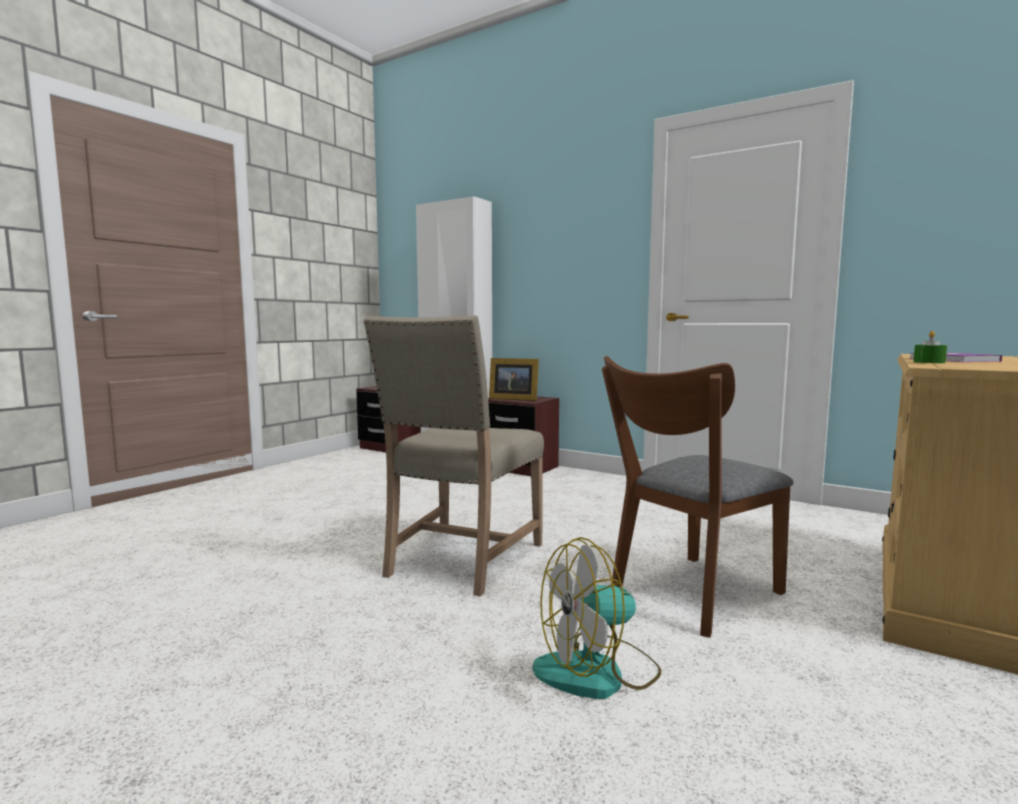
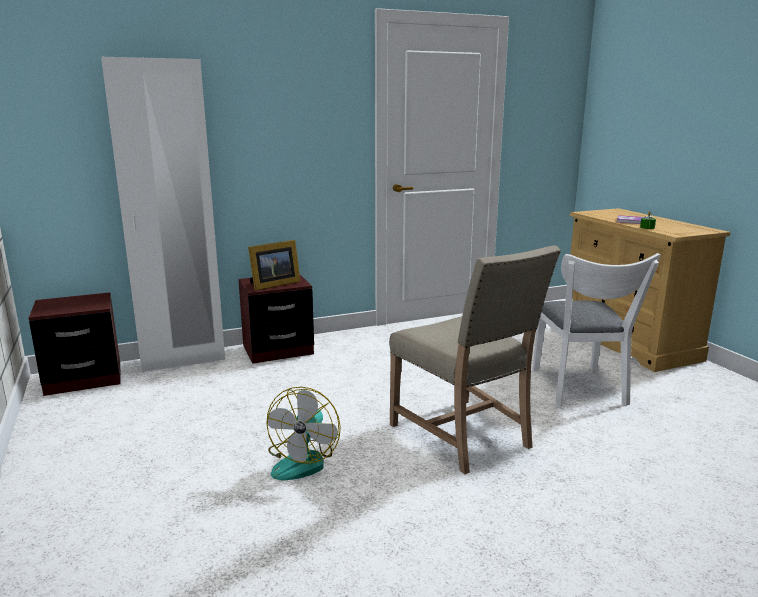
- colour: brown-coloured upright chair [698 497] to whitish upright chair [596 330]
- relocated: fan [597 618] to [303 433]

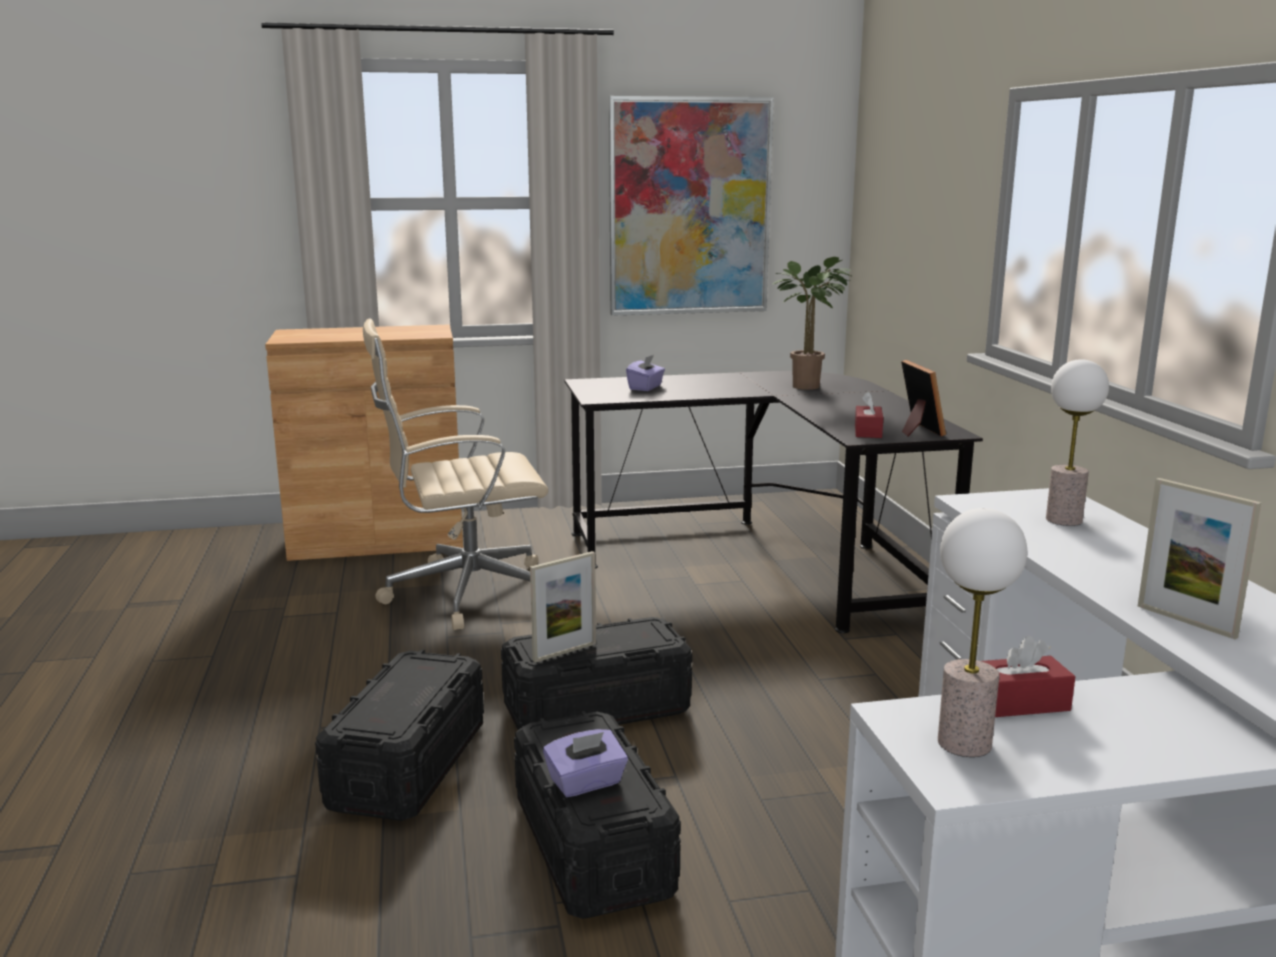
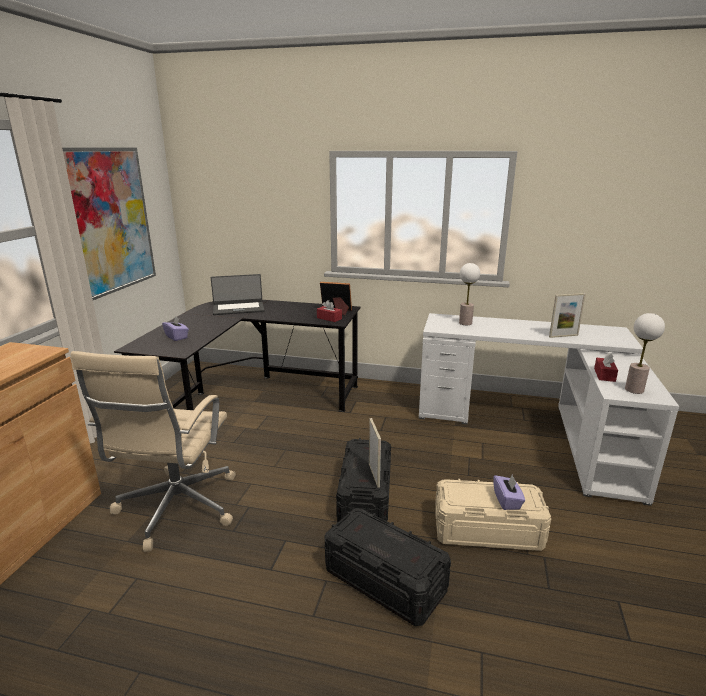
- exchanged: plant in a pot [812 323] to portable computer [238 294]
- colour: black storage bin [597 815] to beige-coloured storage bin [493 515]

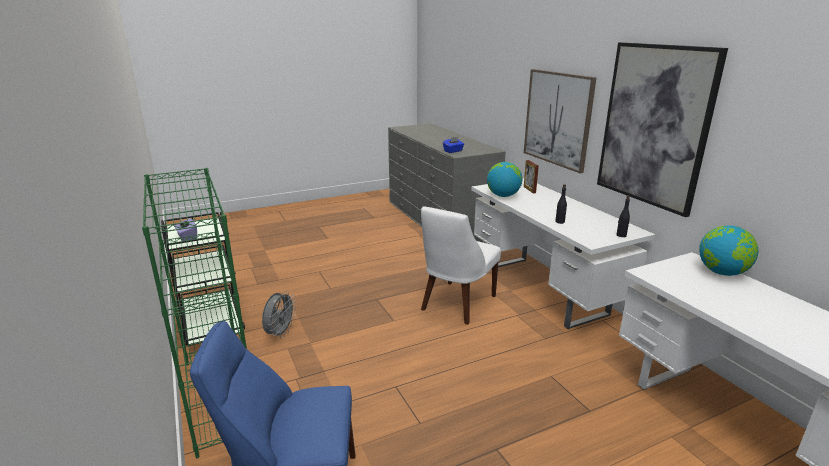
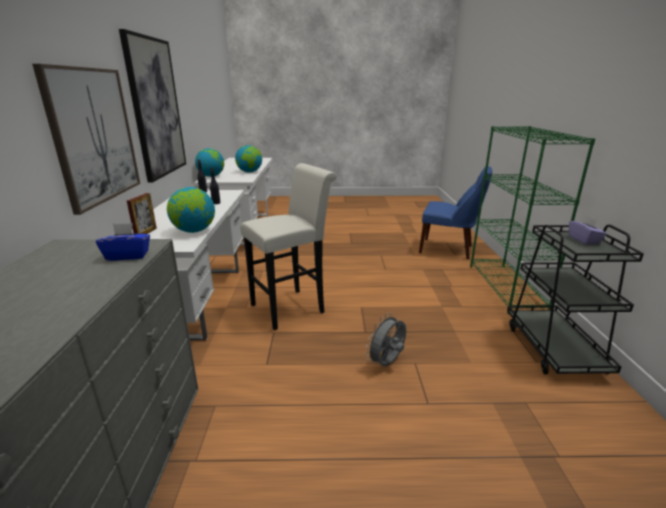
- exchanged: whitish upright chair [461 265] to whitish stool [288 246]
- relocated: gray fan [279 315] to [386 339]
- appeared: desk globe [248 159]

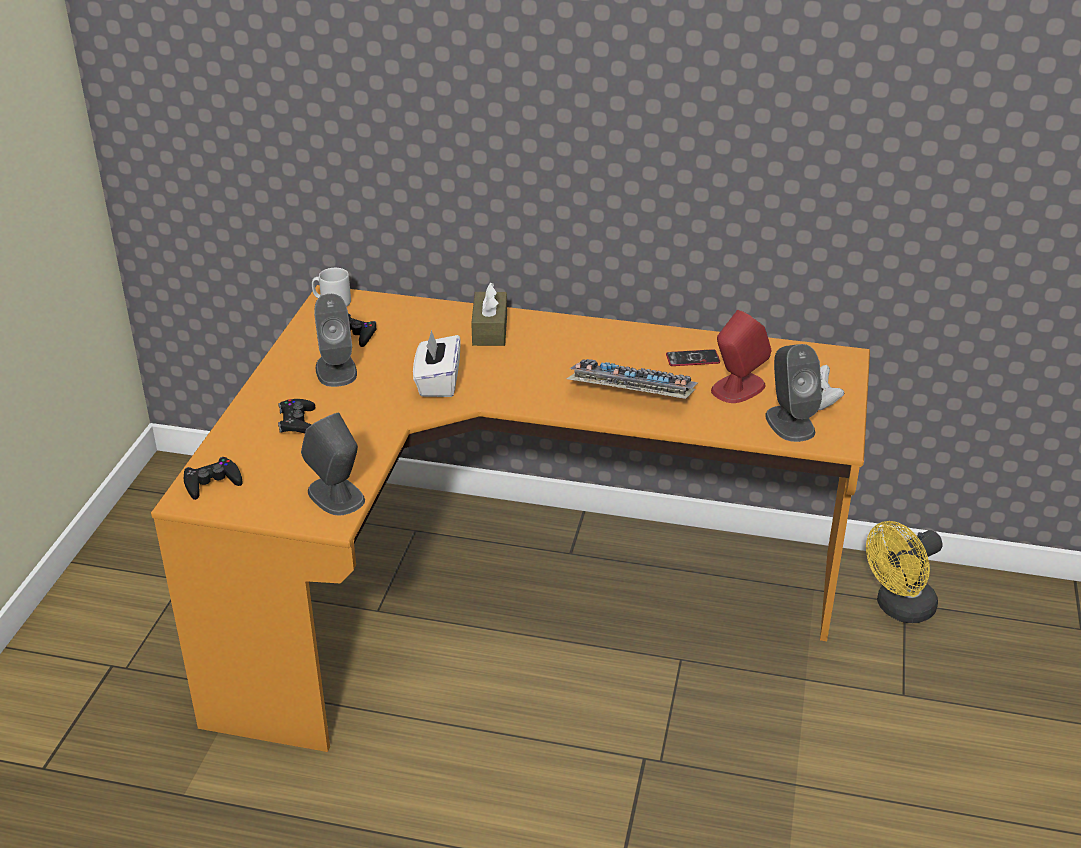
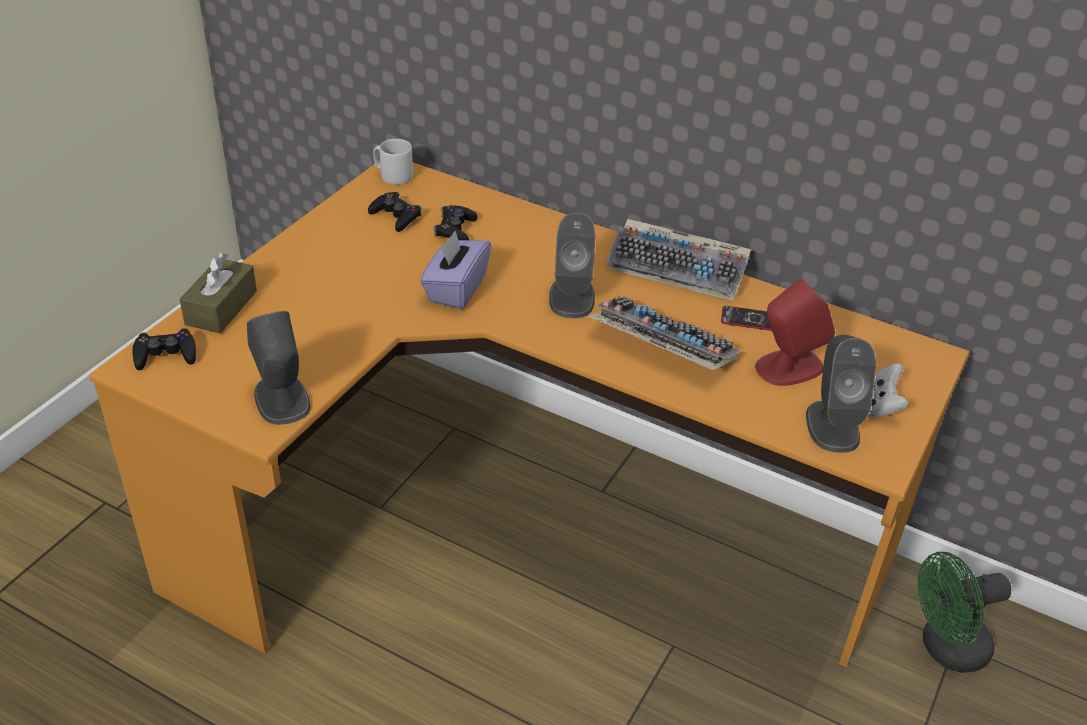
- relocated: brown-coloured tissue holder [489 314] to [218 293]
- relocated: gray audio speaker [335 340] to [572 265]
- colour: whitish tissue holder [437 363] to purplish tissue holder [455 270]
- relocated: black joypad [296 416] to [456 222]
- colour: yellow-coloured fan [904 572] to green-coloured fan [964 612]
- appeared: computer keyboard [678 260]

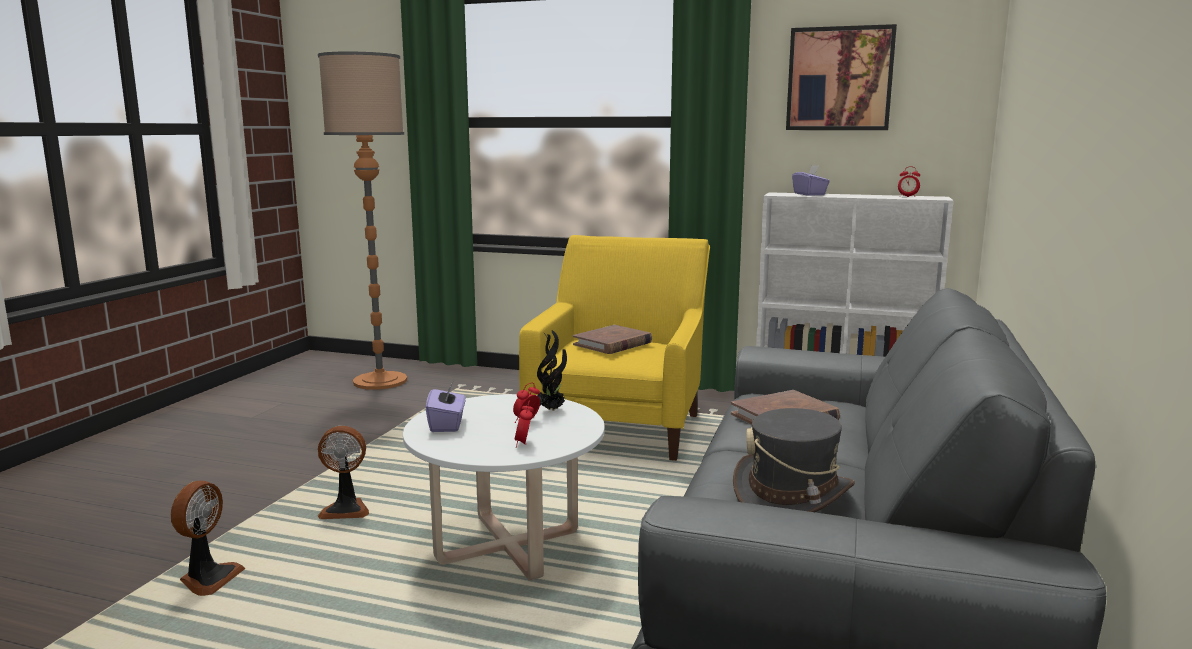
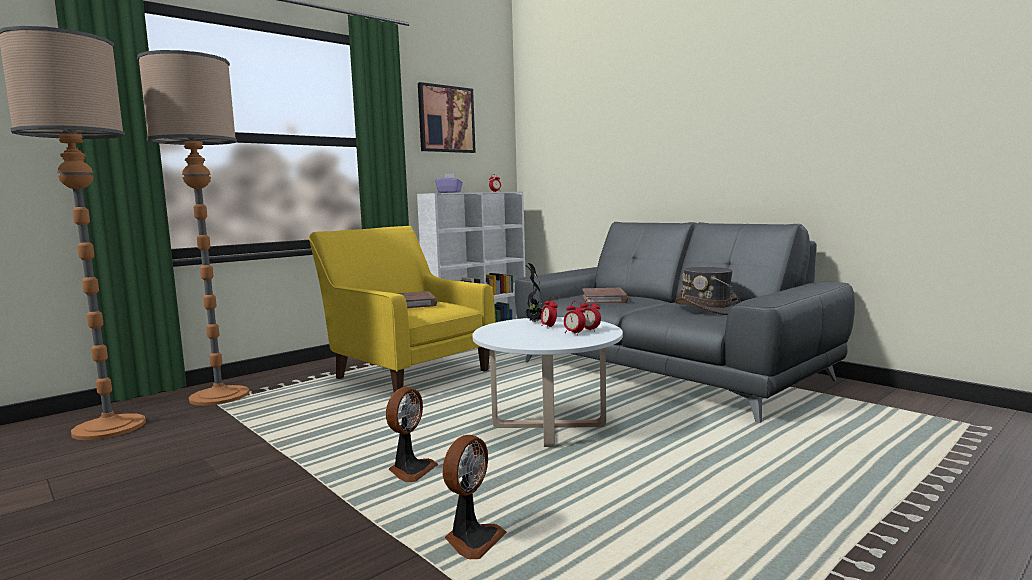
- missing: purplish tissue holder [446 407]
- spun: fan [208 538] = [475 497] 75 degrees clockwise
- appeared: floor lamp [193 228]
- appeared: bedside clock [575 318]

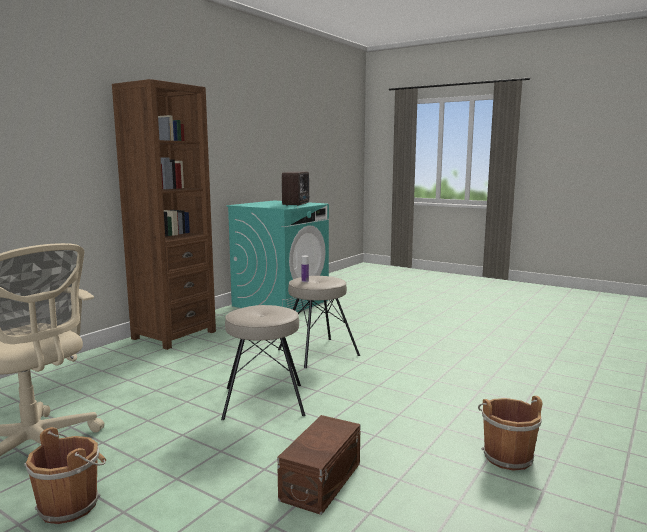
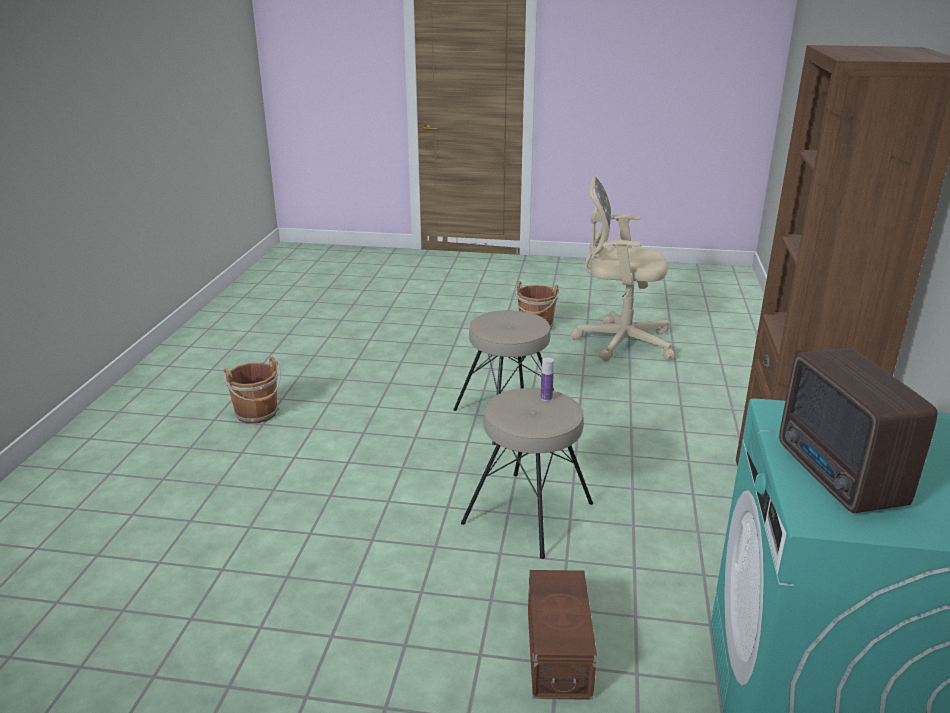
- relocated: brown-coloured storage bin [318 465] to [562 635]

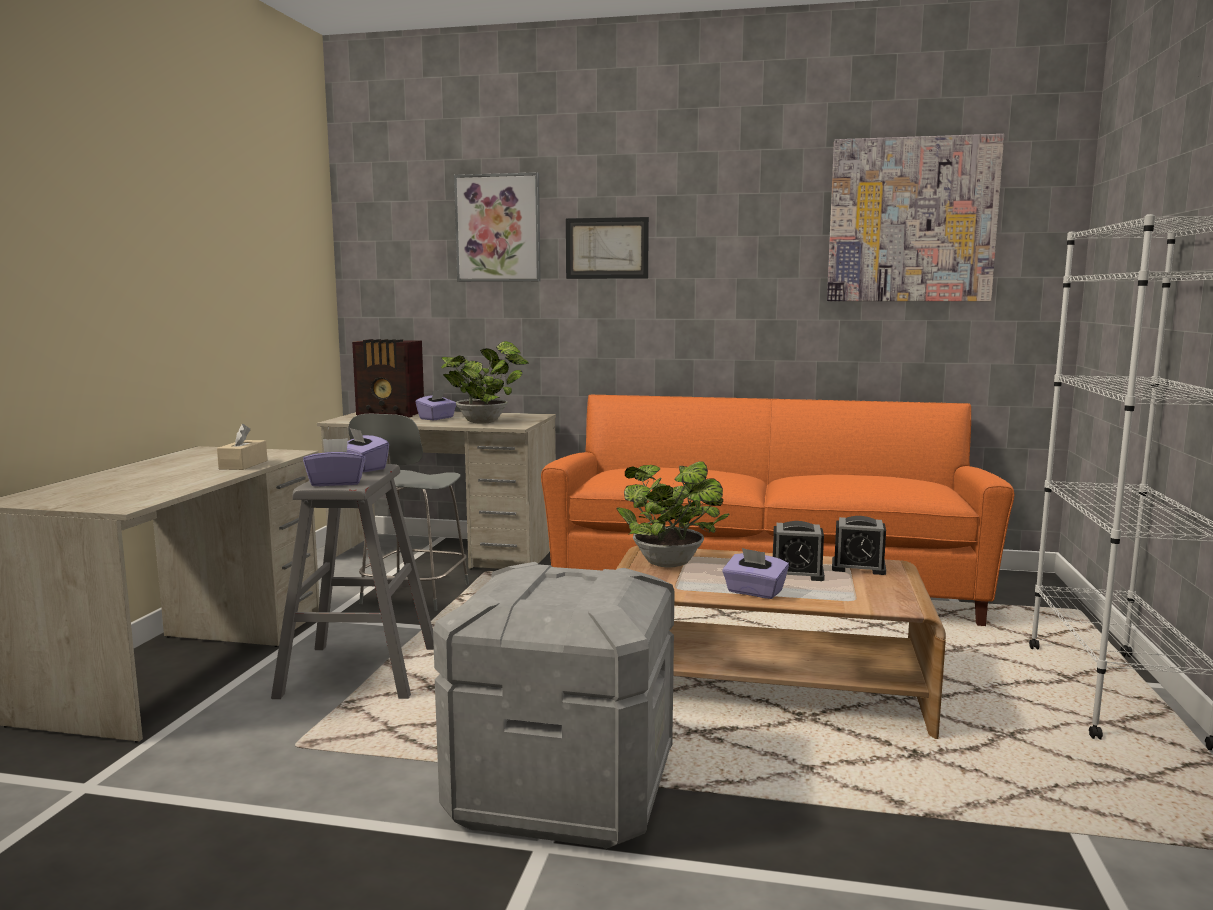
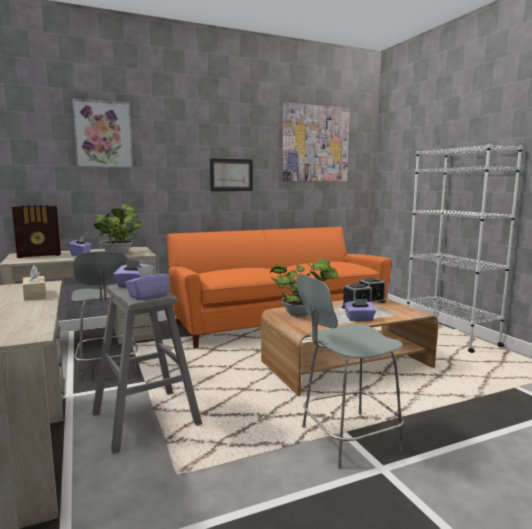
- relocated: wall art [607 248] to [231 174]
- exchanged: gray storage bin [554 705] to gray upright chair [350 371]

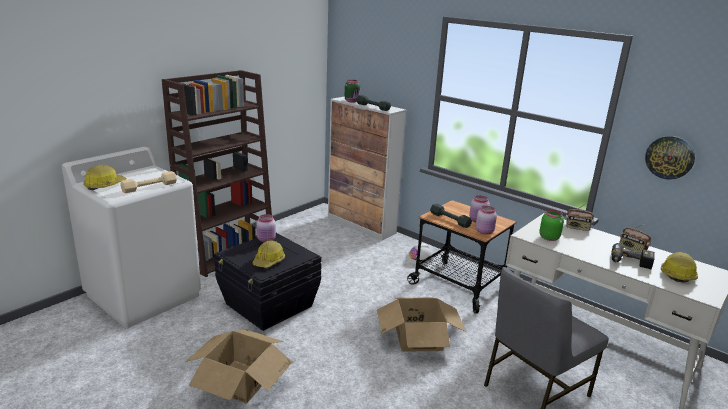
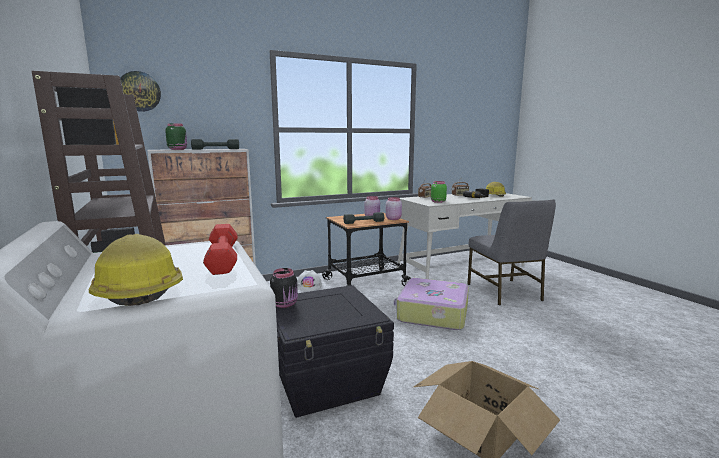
- relocated: clock on the wall [670 158] to [140 91]
- colour: beige-coloured hand weight [148 182] to reddish hand weight [220 249]
- colour: pinkish preserve jar [266 228] to black preserve jar [284 288]
- missing: hard hat [269 254]
- exchanged: carton [422 325] to travel case [431 304]

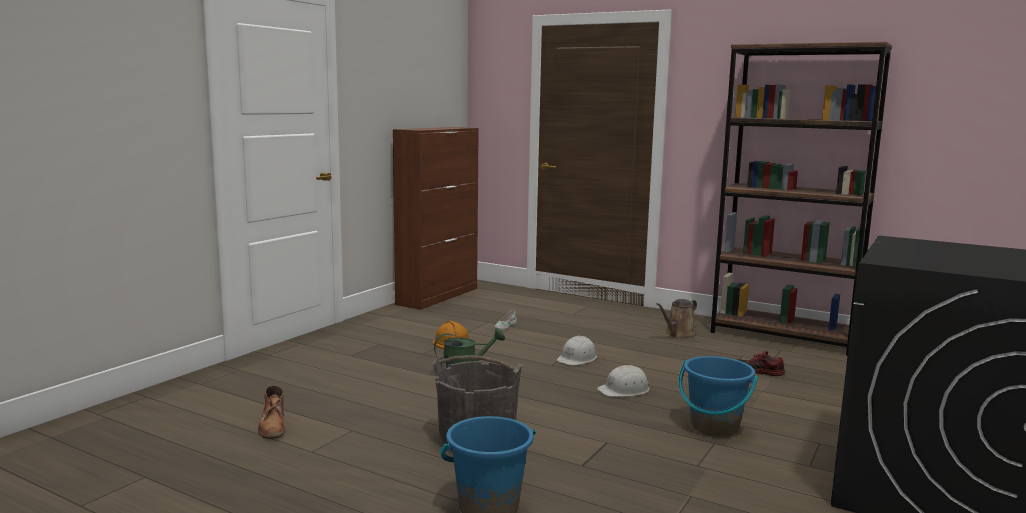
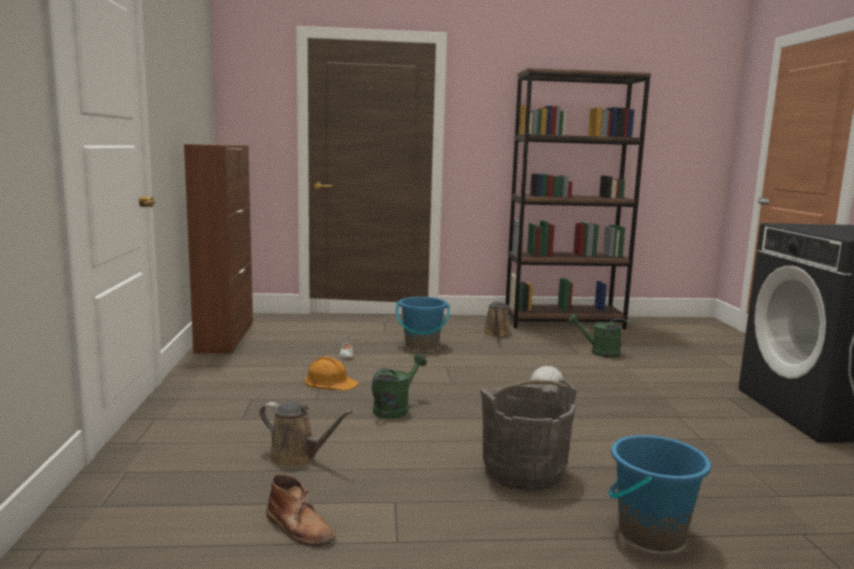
- missing: whitish hard hat [577 350]
- exchanged: item of footwear [761 363] to green-coloured watering can [599 335]
- relocated: blue-coloured bucket [718 396] to [423 323]
- appeared: brown-coloured watering can [306 434]

